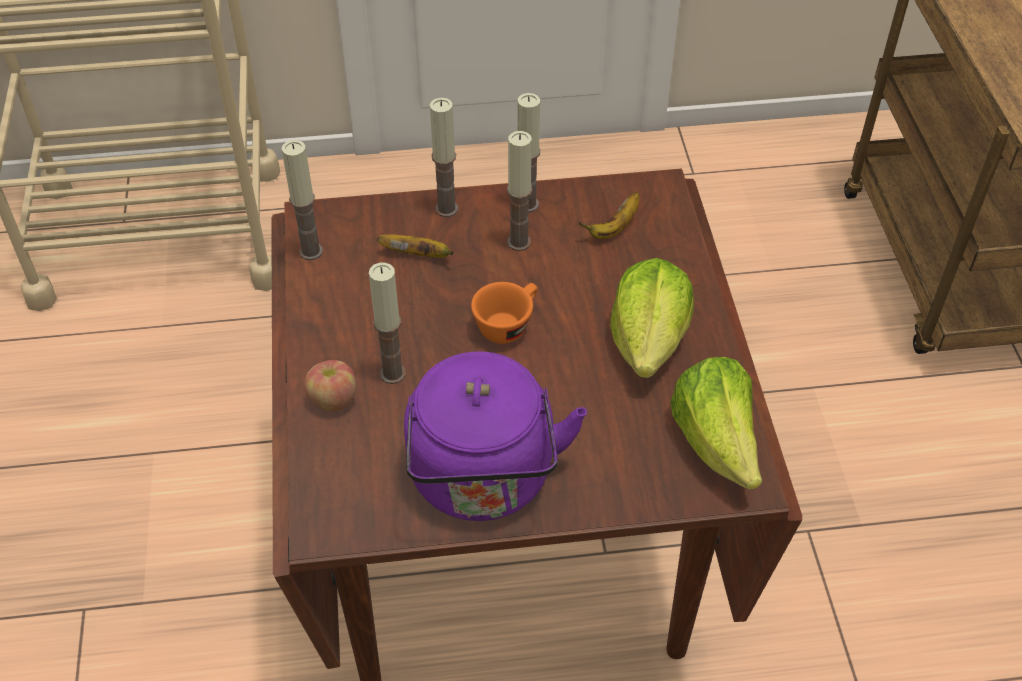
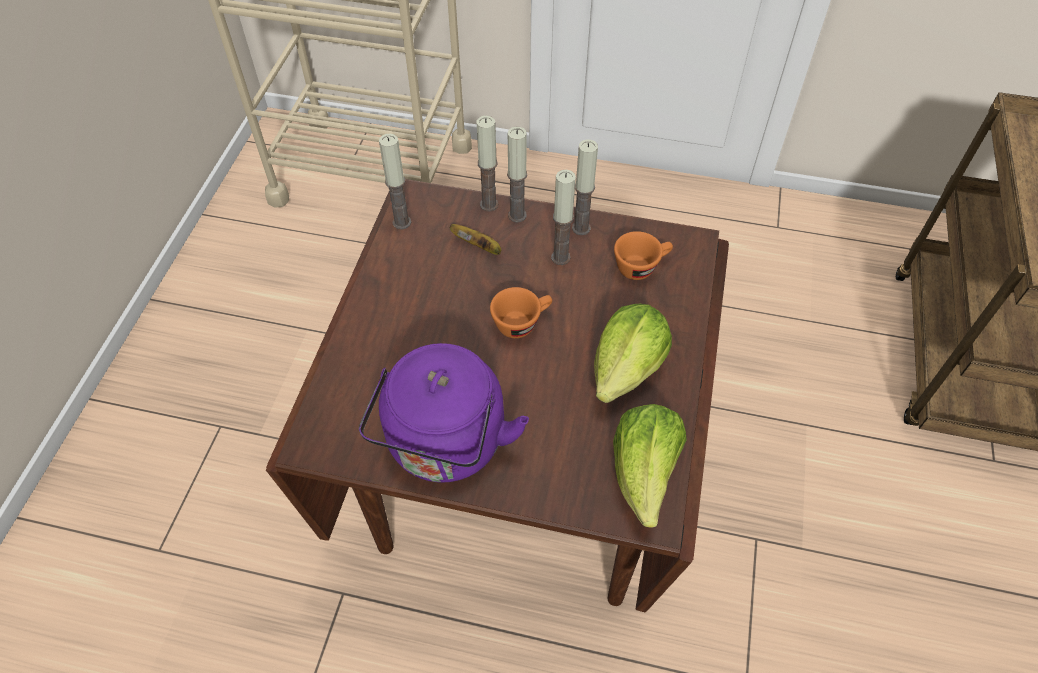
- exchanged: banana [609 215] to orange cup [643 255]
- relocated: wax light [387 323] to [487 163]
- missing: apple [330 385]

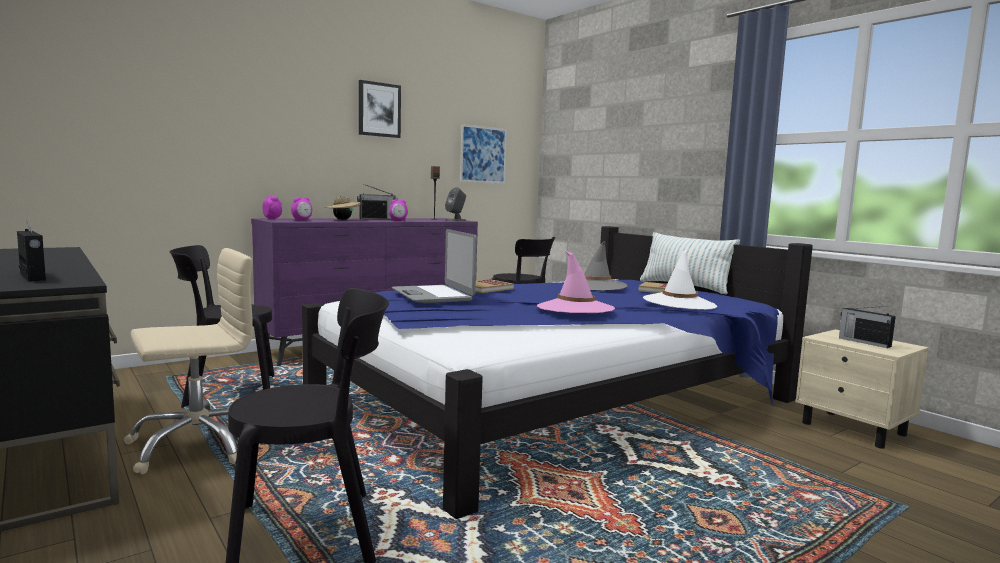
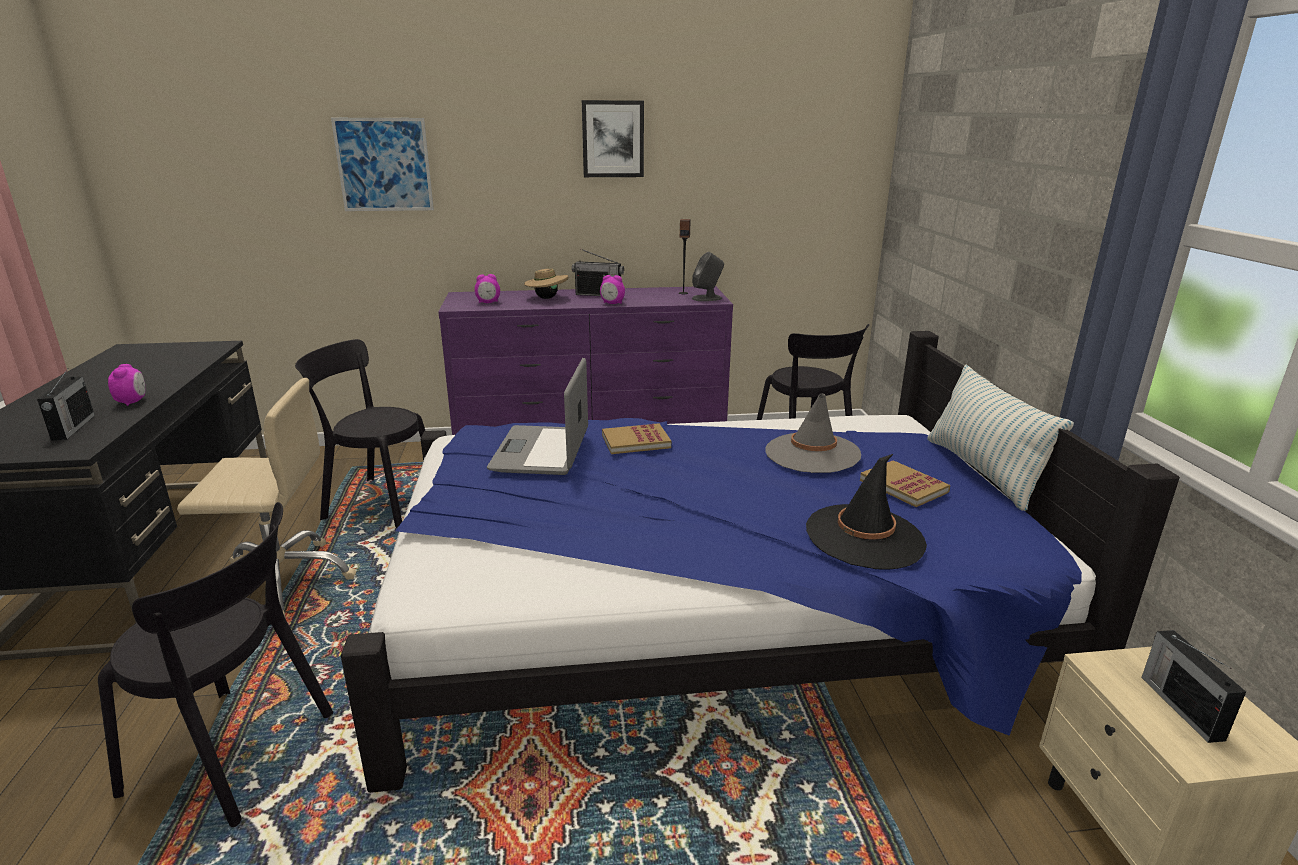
- relocated: wall art [483 154] to [382 164]
- relocated: bedside clock [272 207] to [126 385]
- colour: whitish clothing hat [680 279] to black clothing hat [866 512]
- missing: pinkish clothing hat [576 281]

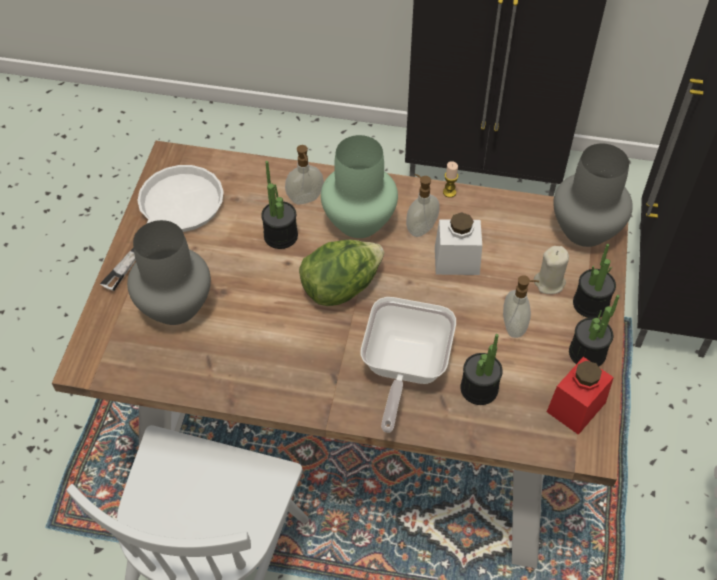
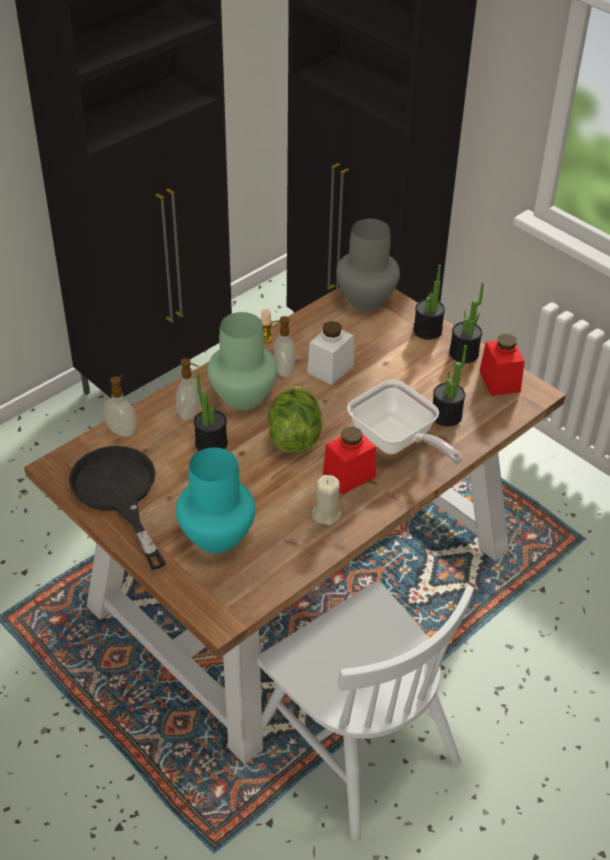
- colour: whitish frying pan [162 228] to black frying pan [117 508]
- colour: gray decorative vase [169 272] to turquoise-coloured decorative vase [216 500]
- relocated: beige-coloured wax light [551 270] to [326 500]
- relocated: soap bottle [521 306] to [120 405]
- appeared: reddish preserve jar [349 460]

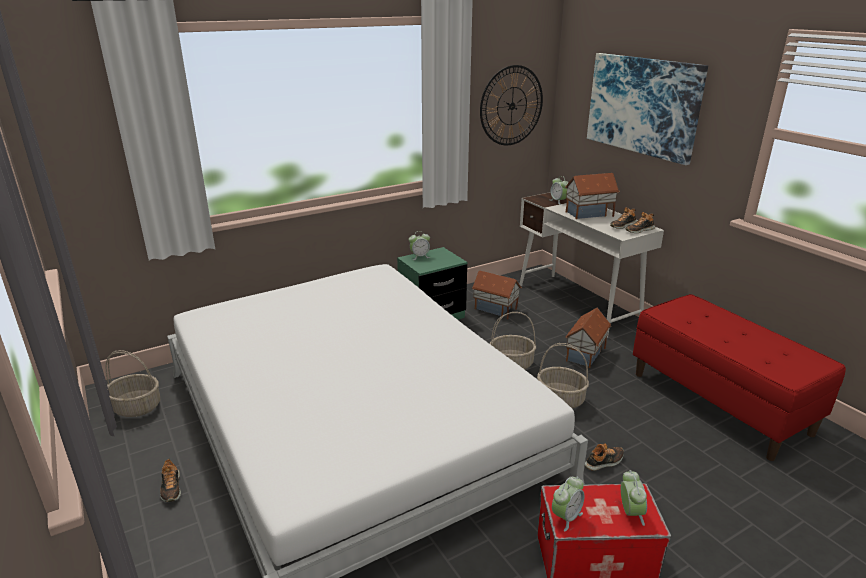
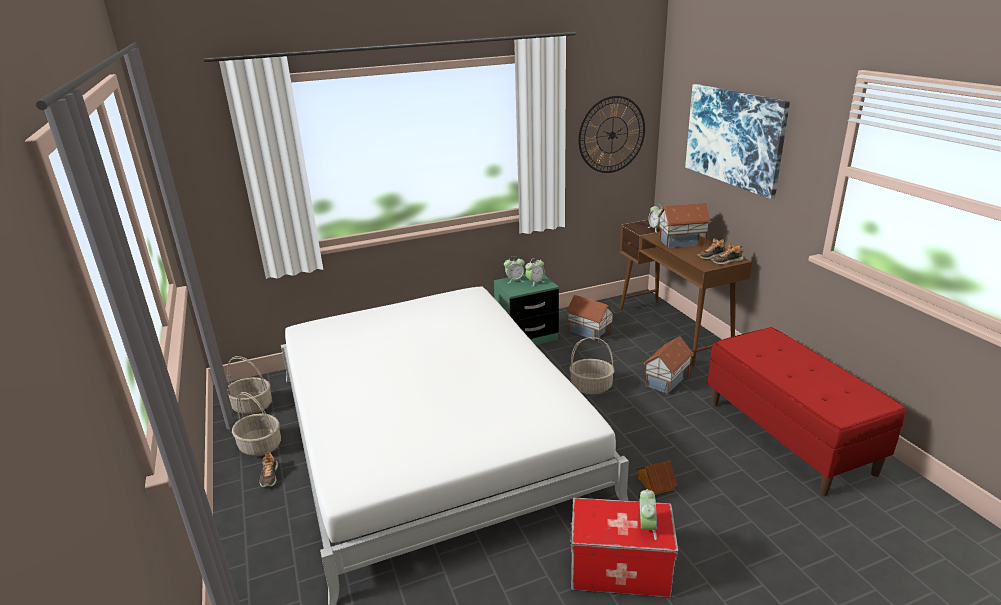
- colour: whitish desk table [591 265] to brown-coloured desk table [685 293]
- relocated: storage basket [563 375] to [256 424]
- exchanged: item of footwear [604 457] to toy house [657 477]
- relocated: bedside clock [568 504] to [535 272]

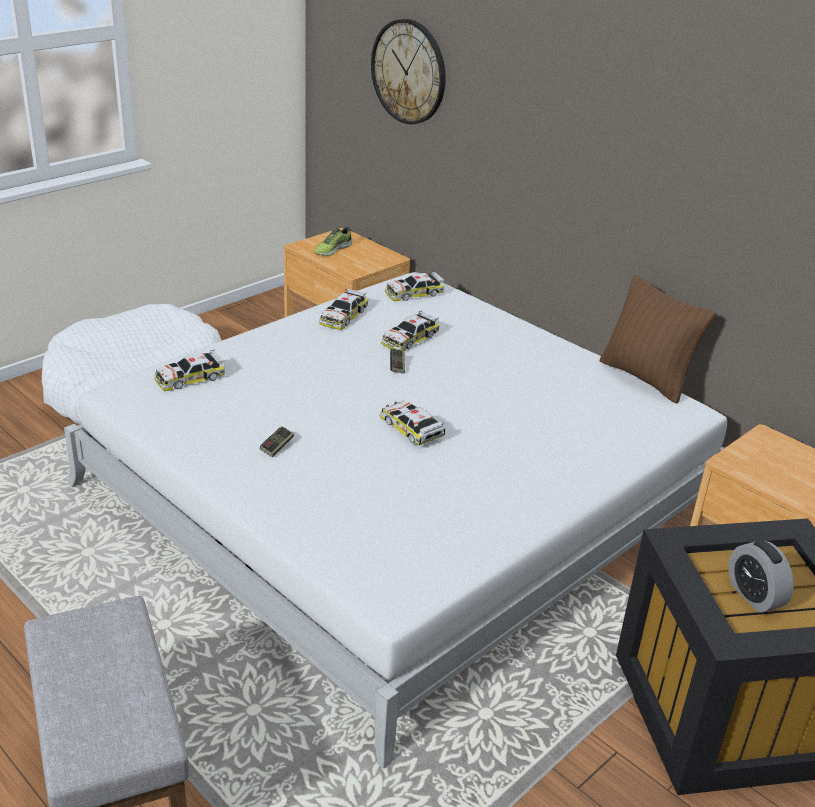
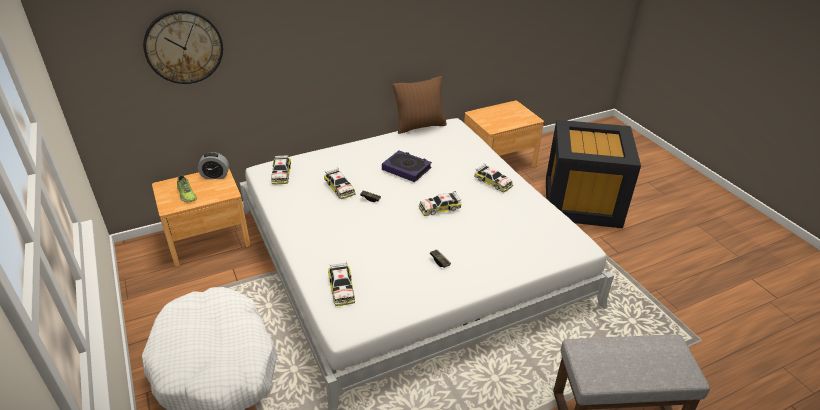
- relocated: miniature car [343 309] to [494 178]
- relocated: bedside clock [761 576] to [213 165]
- appeared: volume [407 166]

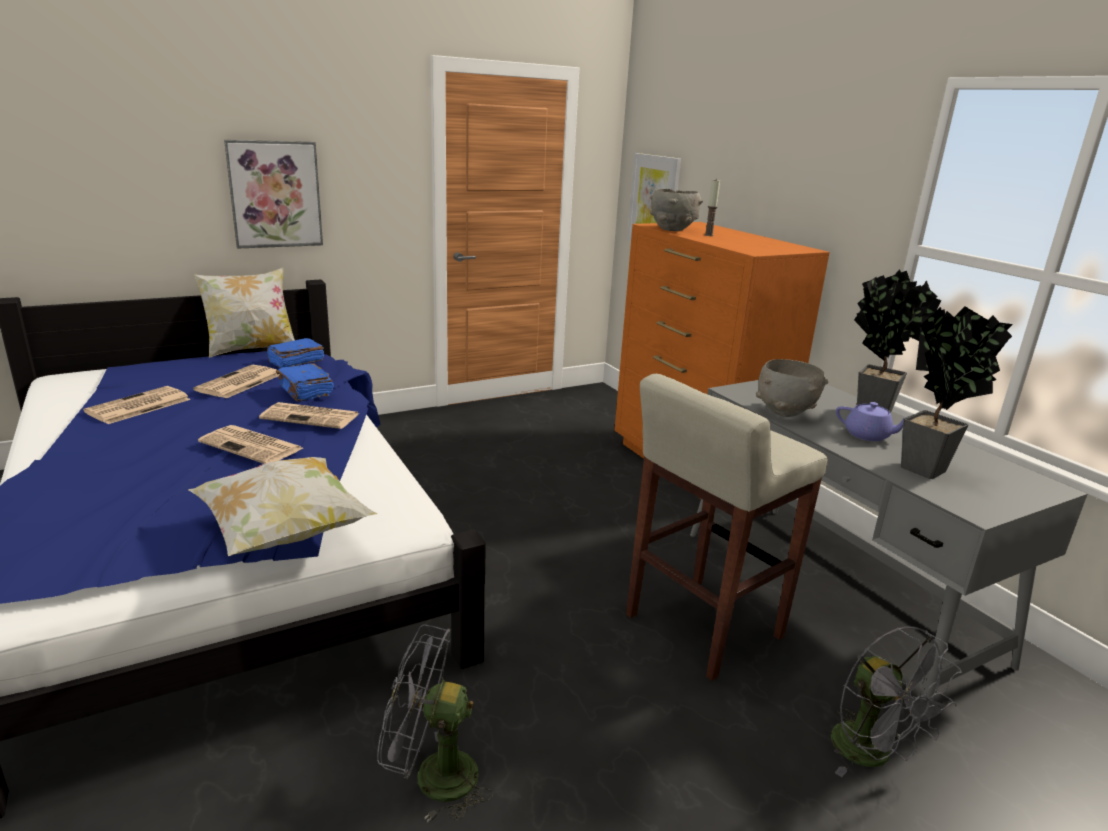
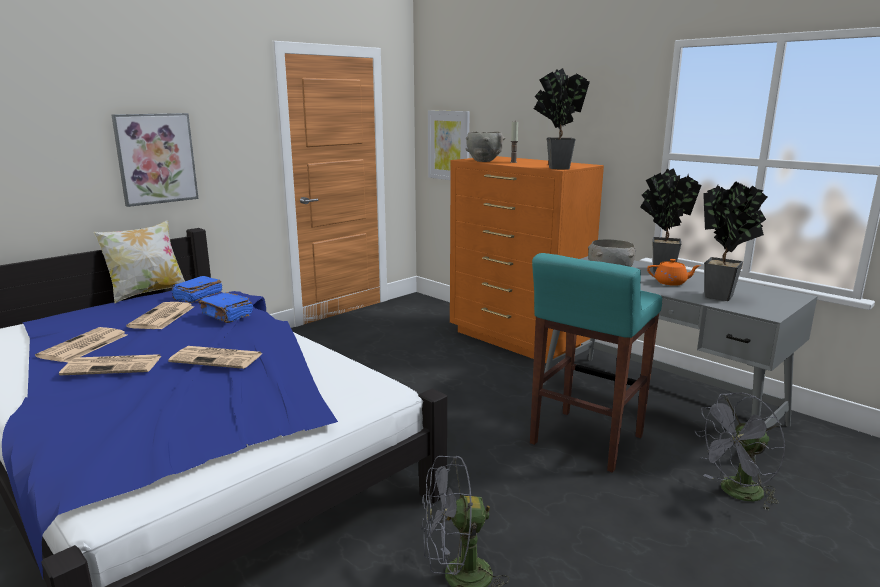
- colour: beige-coloured stool [727 527] to turquoise-coloured stool [596 363]
- relocated: newspaper [309 415] to [110 365]
- colour: purplish teapot [871 421] to orange teapot [674 272]
- missing: pillow [283 506]
- spun: gray fan [896 702] = [740 451] 105 degrees clockwise
- appeared: plant in a pot [562 118]

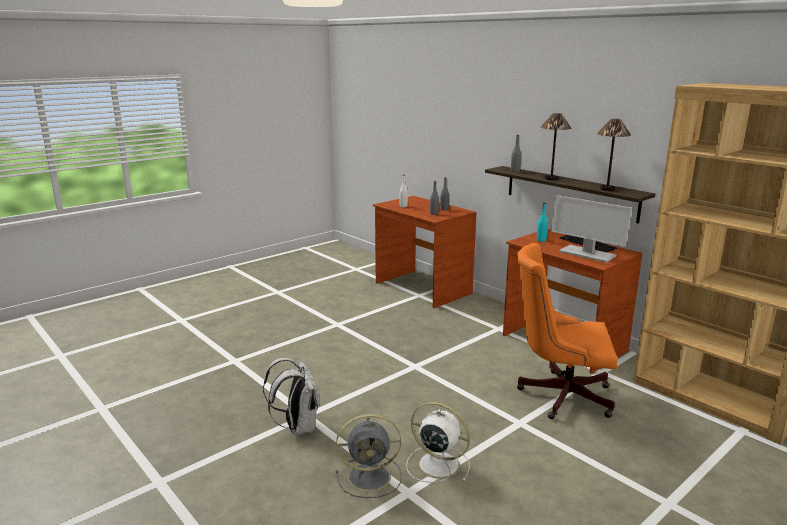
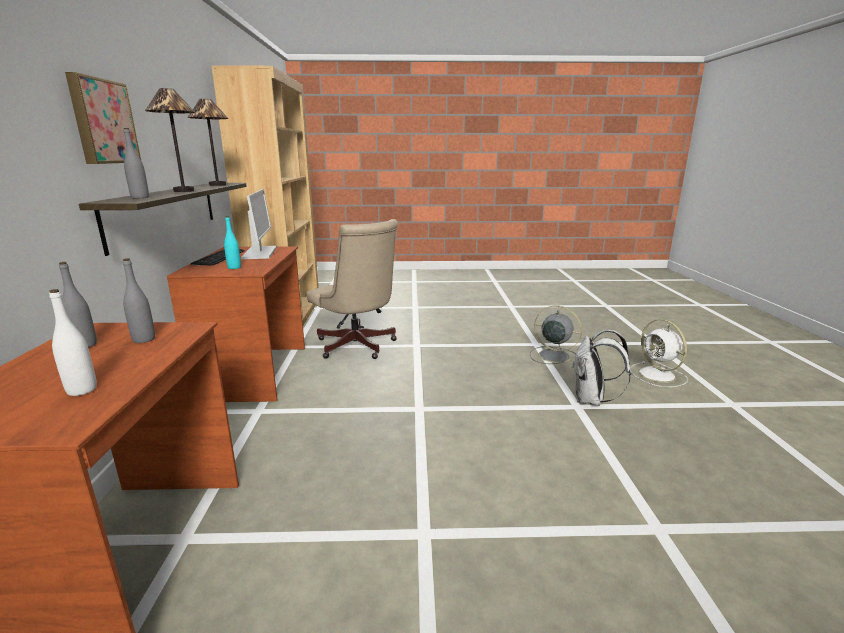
- colour: orange computer chair [567 331] to beige-coloured computer chair [352 289]
- relocated: whitish fan [438 442] to [659 353]
- appeared: wall art [103 118]

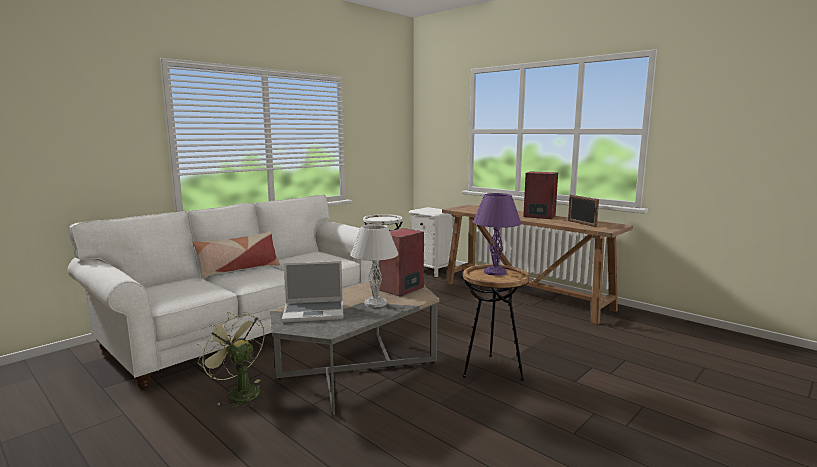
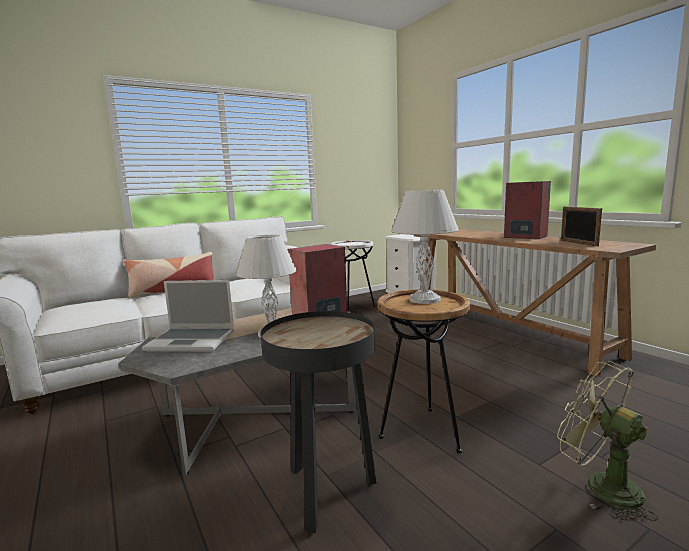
- colour: purplish tabletop lamp [497 234] to whitish tabletop lamp [425 247]
- relocated: green-coloured fan [231 360] to [608 441]
- appeared: black side table [318 422]

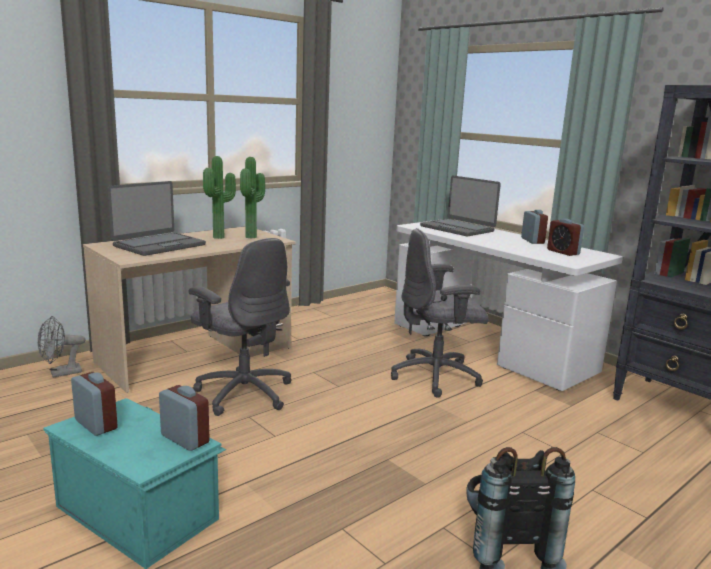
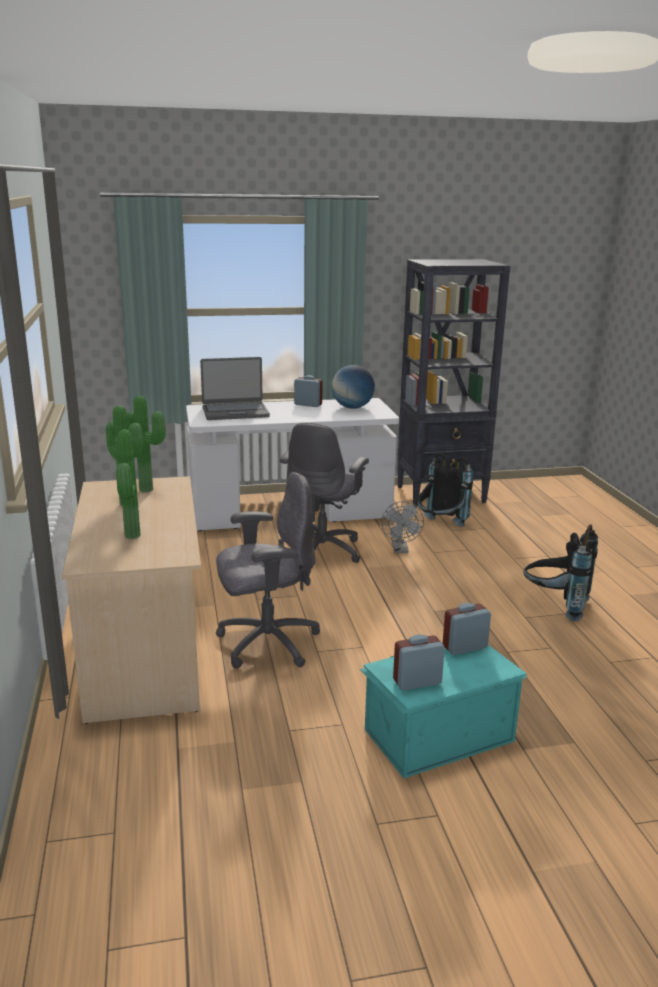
- exchanged: portable computer [156 218] to plant in a pot [128 484]
- exchanged: bedside clock [565 237] to desk globe [353 387]
- relocated: gray fan [62 347] to [403 527]
- appeared: black rucksack [445 490]

